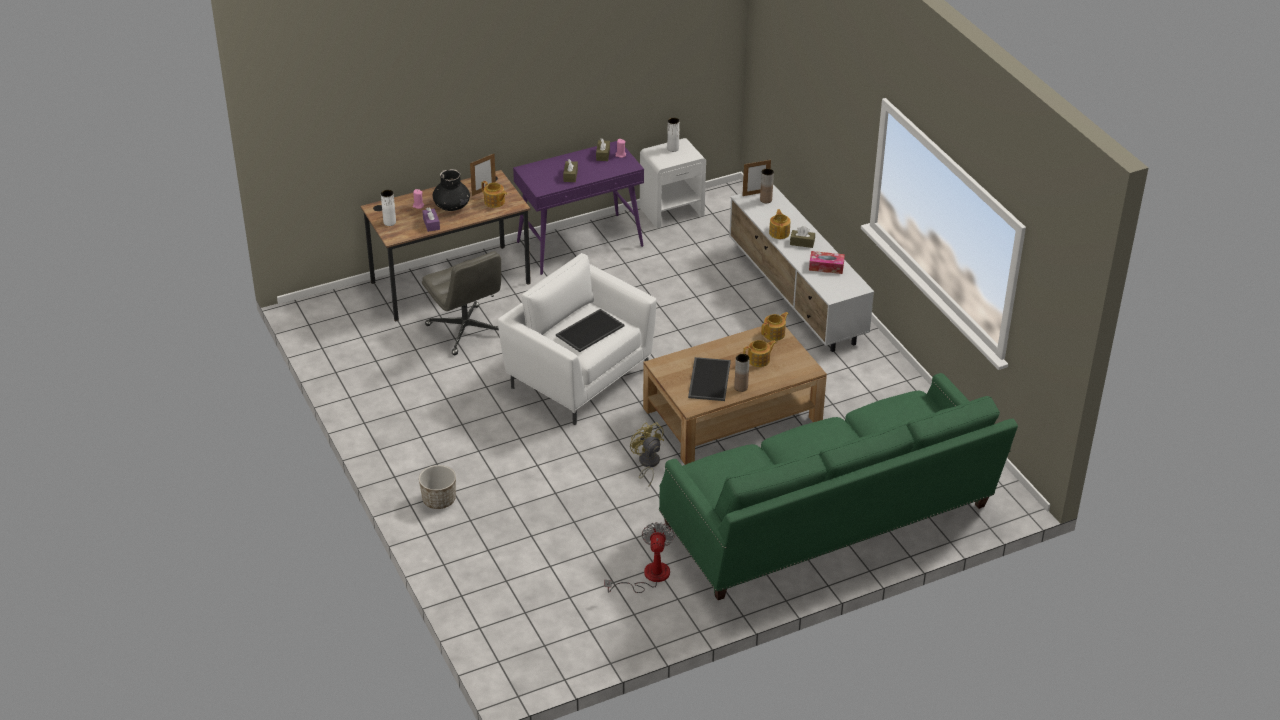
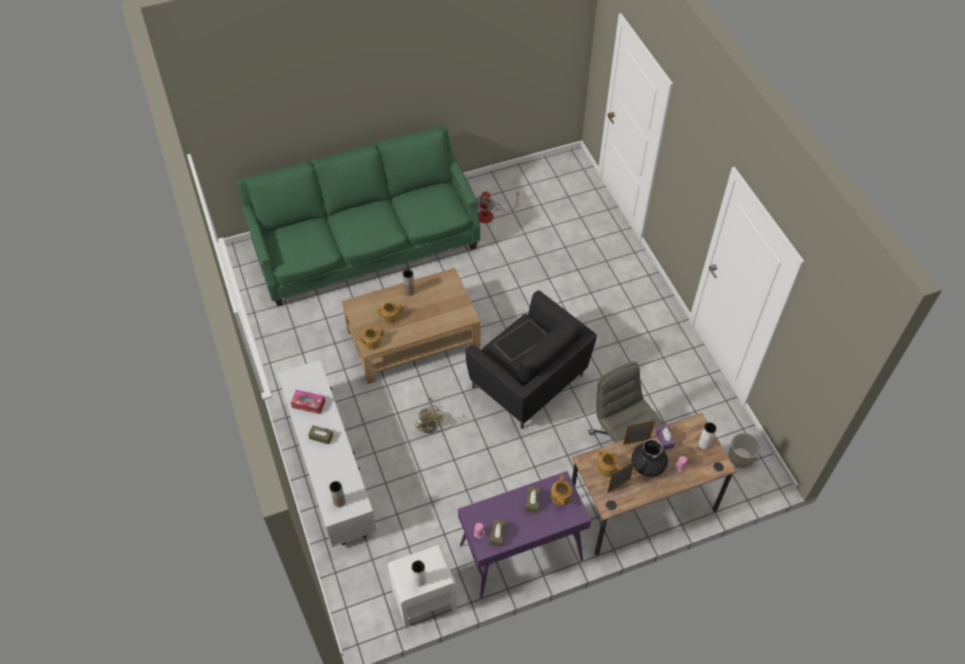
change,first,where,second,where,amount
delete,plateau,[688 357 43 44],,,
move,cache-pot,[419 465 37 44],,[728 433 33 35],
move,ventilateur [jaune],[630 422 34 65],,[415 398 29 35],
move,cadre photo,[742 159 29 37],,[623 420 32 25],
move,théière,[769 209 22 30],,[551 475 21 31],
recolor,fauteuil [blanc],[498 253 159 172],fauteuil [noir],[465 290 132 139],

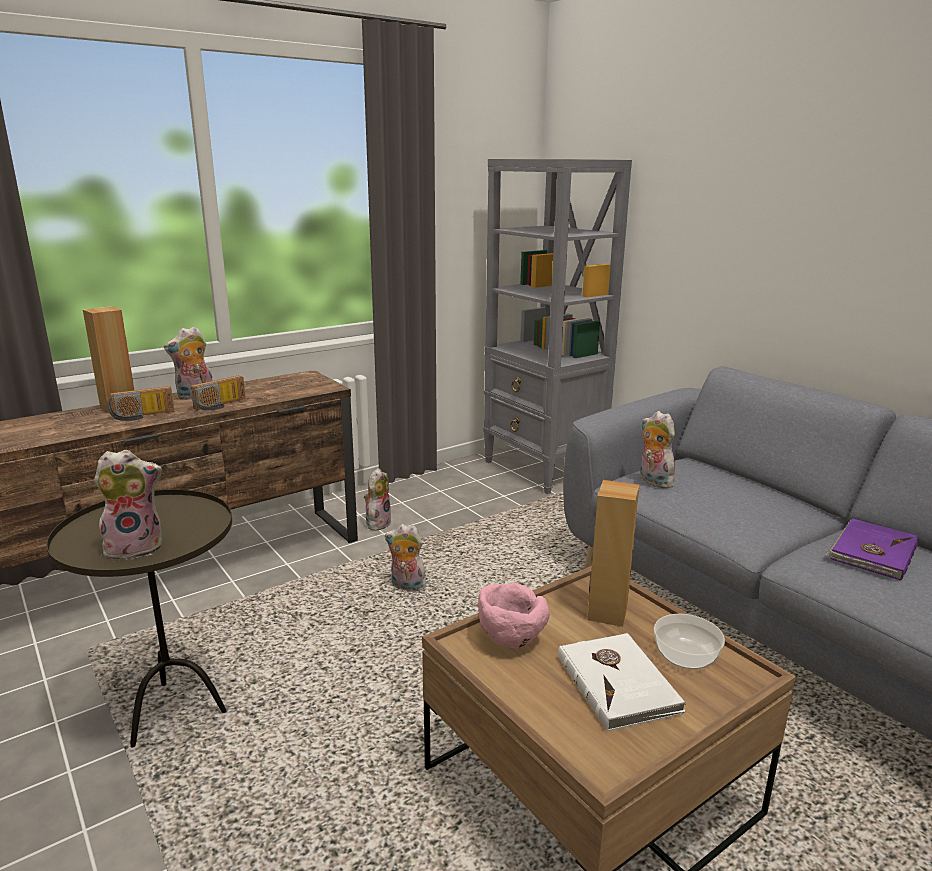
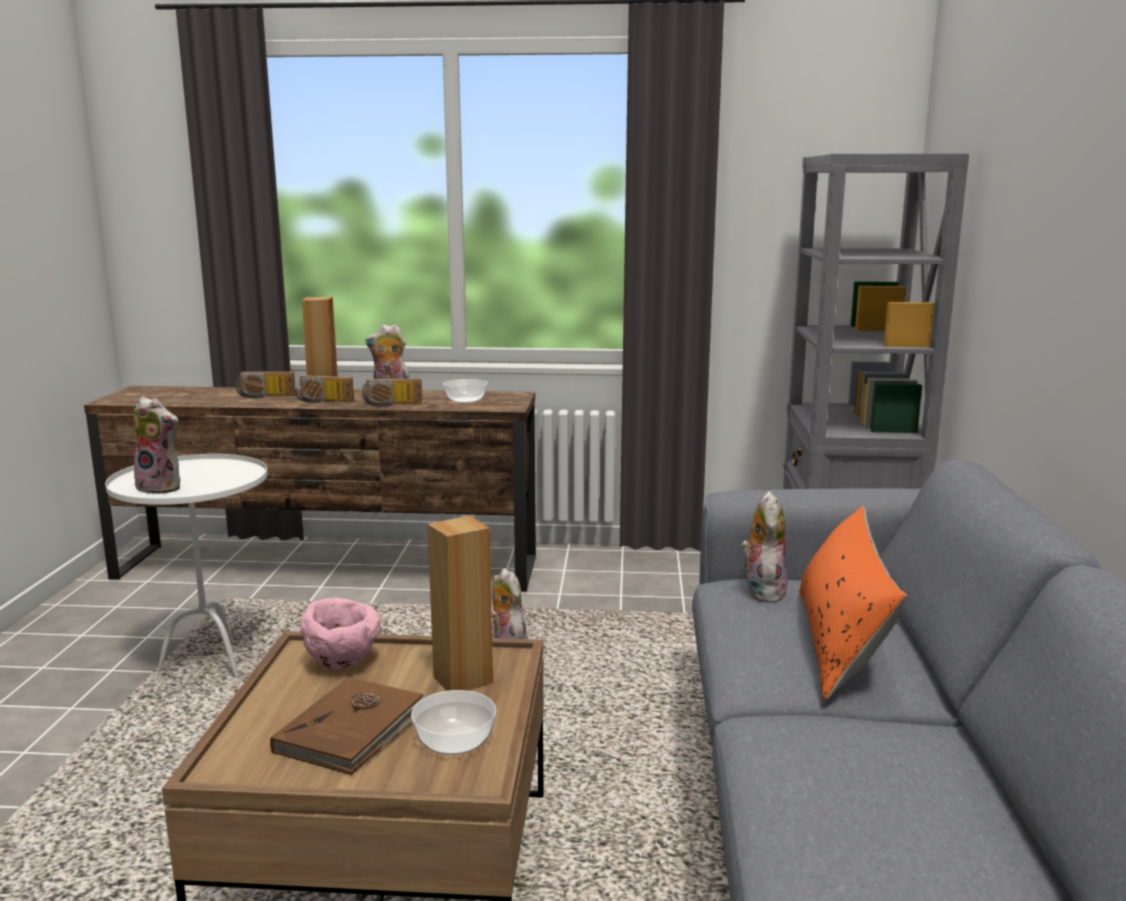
change,first,where,second,where,amount
delete,peluche,[364 468 28 63],,,
delete,livre [violet],[825 518 94 63],,,
insert,,,radio,[236 371 60 27],
insert,,,bol,[443 379 44 24],
insert,,,coussin [orange],[799 506 108 195],
recolor,table d'appoint [marron],[46 489 186 259],table d'appoint [blanc],[105 454 163 224],
recolor,livre [blanc],[558 633 128 99],livre [marron],[270 677 157 98],

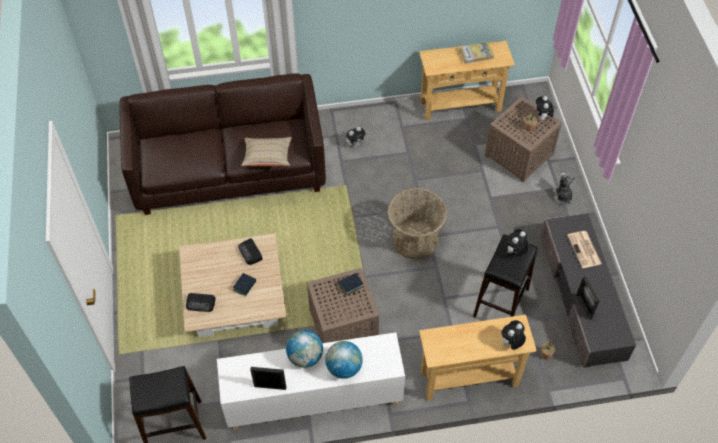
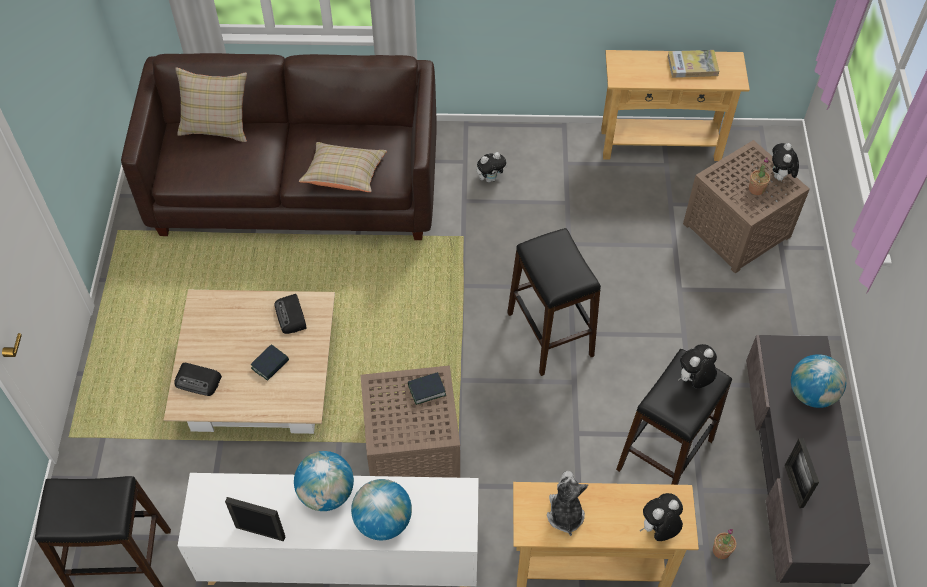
change,first,where,second,where,amount
insert,,,coussin [beige],[175 67 72 75],
move,peluche,[553 173 22 31],,[547 471 41 65],
replace,panier,[387 188 60 72],tabouret [noir],[507 228 94 148],
replace,journal,[567 231 35 37],globe,[791 354 55 54],

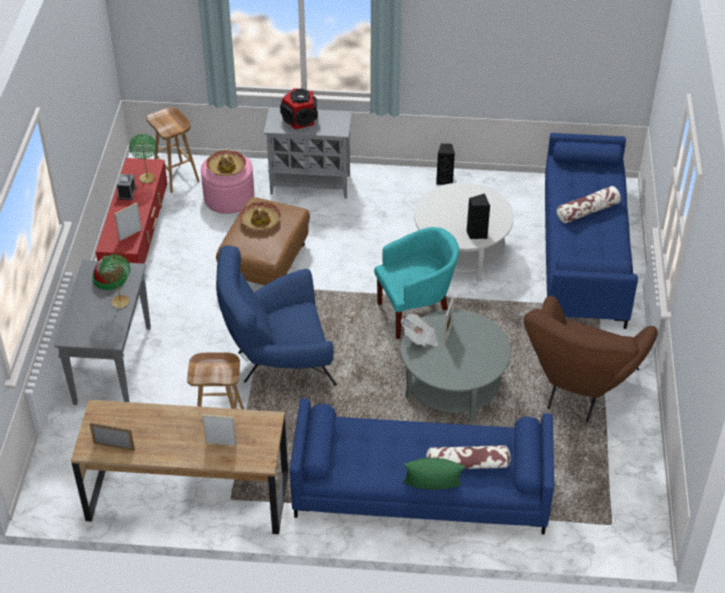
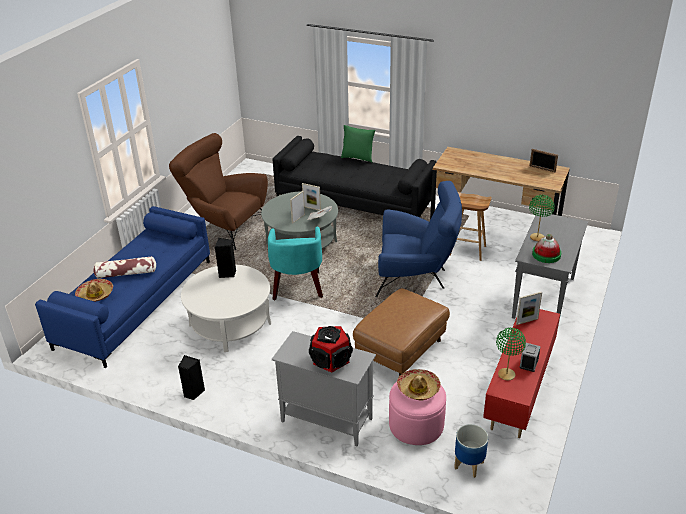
change,first,where,second,where,amount
delete,coussin,[426 445 85 24],,,
move,cadre photo,[202 414 35 32],,[302 183 19 28],
move,chapeau,[239 202 42 29],,[75 279 38 23],
replace,tabouret [marron],[146 108 54 85],cache-pot,[454 424 34 54],
recolor,canapé [bleu],[290 398 264 137],canapé [noir],[272 136 164 82],
rotate,fauteuil [turquoise],[374 227 85 112],,[268 227 55 73],90 degrees counterclockwise
rotate,fauteuil [marron],[524 296 134 126],,[169 133 99 117],105 degrees counterclockwise

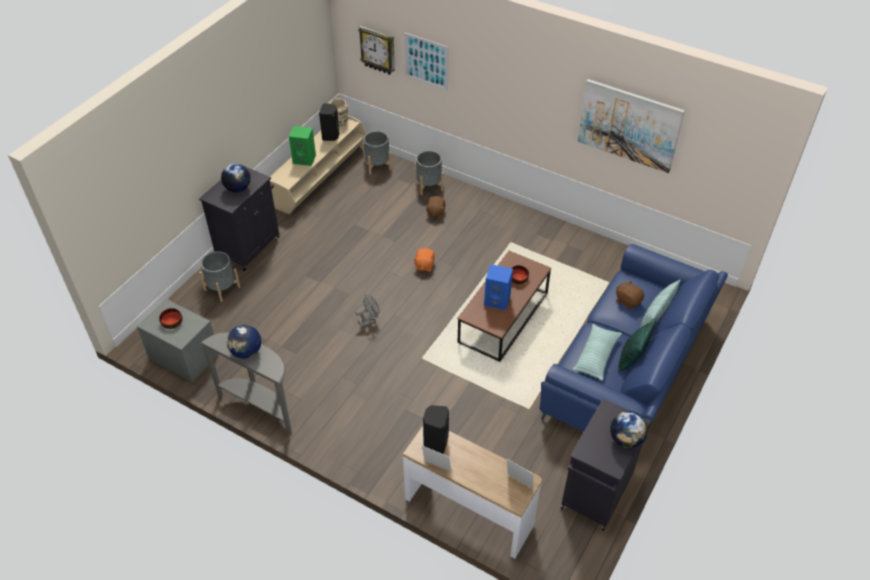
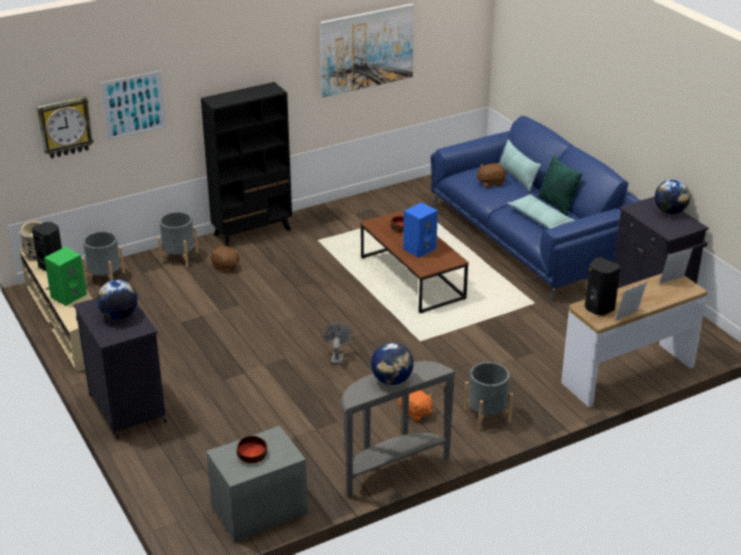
change,first,where,second,where,amount
insert,,,bibliothèque [noir],[201 82 91 165],
move,cache-pot [gris],[199 251 41 51],,[464 362 49 69],
move,peluche [orange],[414 248 21 24],,[398 390 35 32],

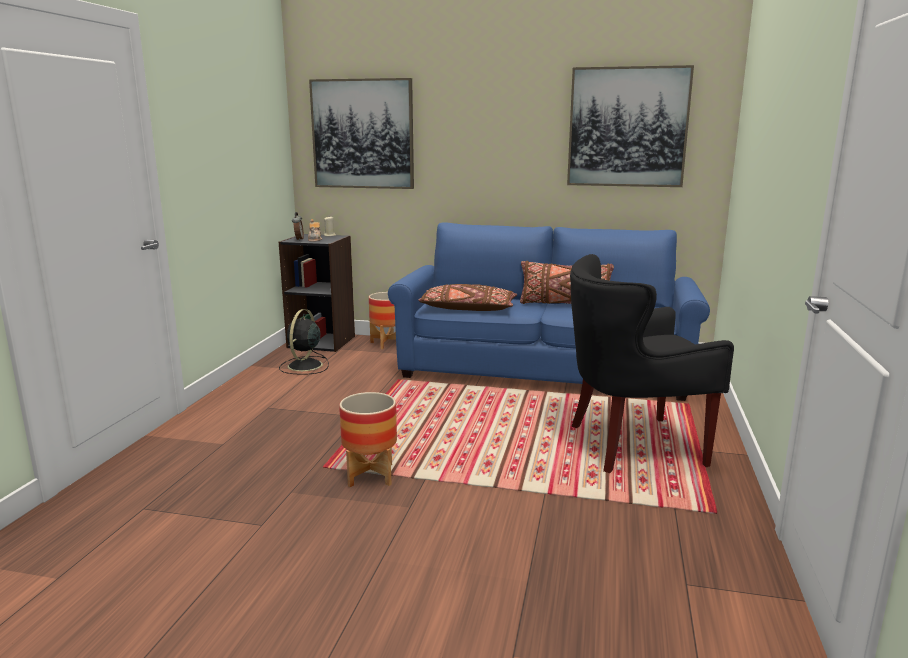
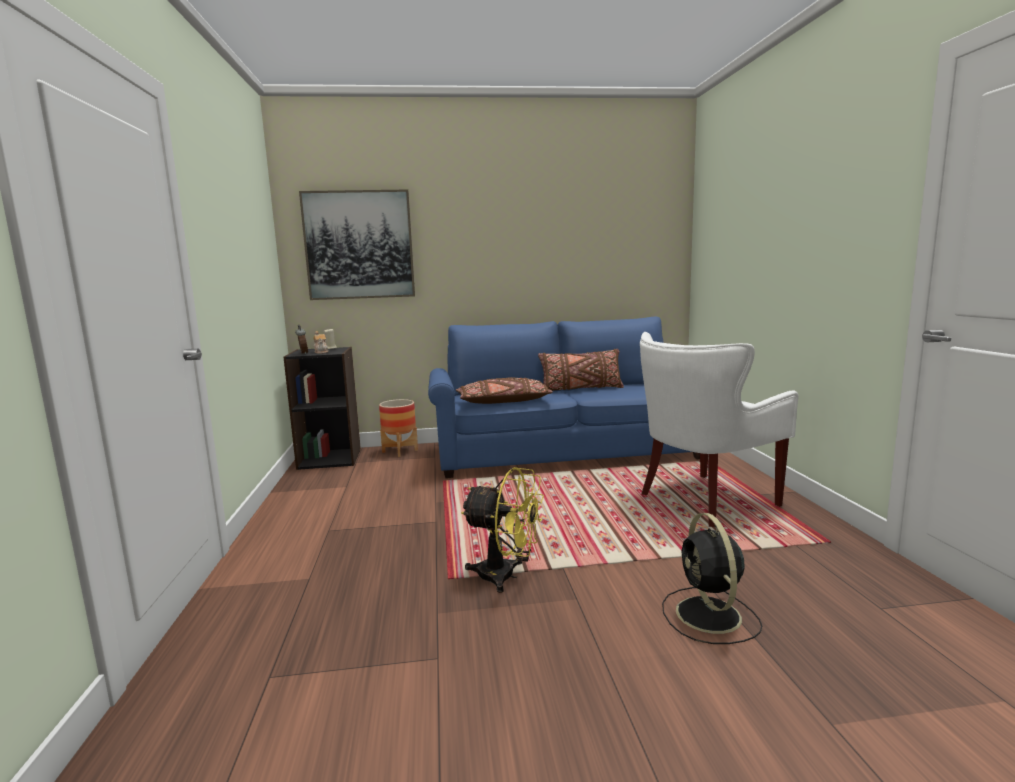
change,first,where,second,where,amount
delete,tableau,[567 65 127 122],,,
move,ventilateur [noir],[279 309 50 66],,[662 513 100 131],
replace,cache-pot,[339 392 58 95],ventilateur [jaune],[461 467 83 126],
recolor,fauteuil [noir],[570 254 164 219],fauteuil [blanc],[640 332 159 195],

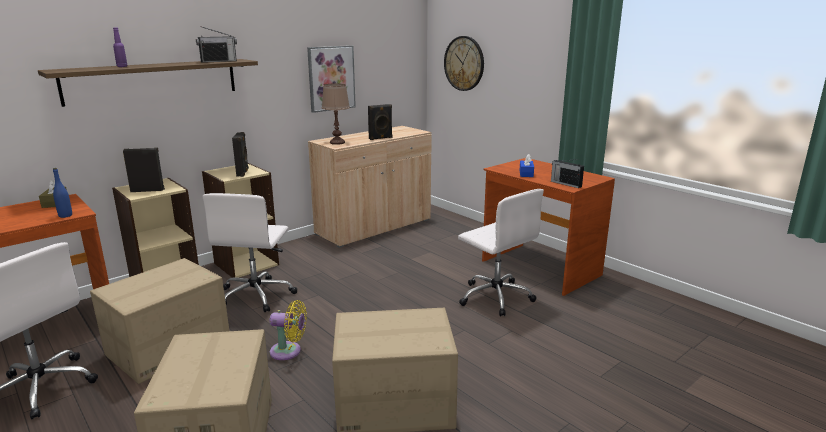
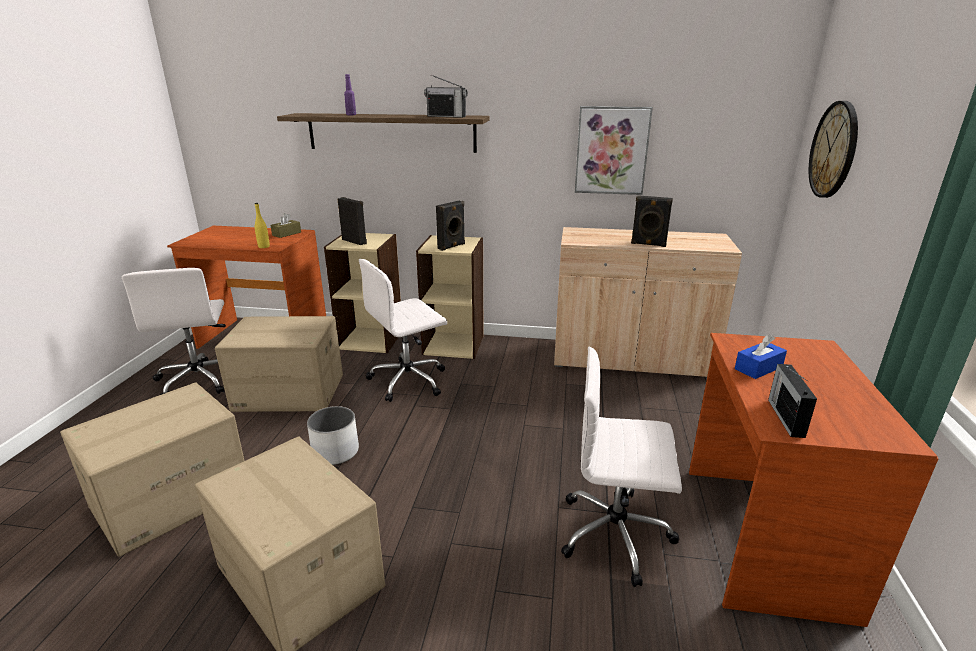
change,first,where,second,where,amount
delete,lampe de table [marron],[322 83 28 62],,,
replace,ventilateur [jaune],[269 300 38 60],cache-pot [blanc],[307 406 52 59],
recolor,bouteille [bleu],[53 168 19 50],bouteille [jaune],[255 203 15 45],
rotate,chaise de bureau [blanc],[458 189 86 127],,[561 347 121 240],90 degrees clockwise

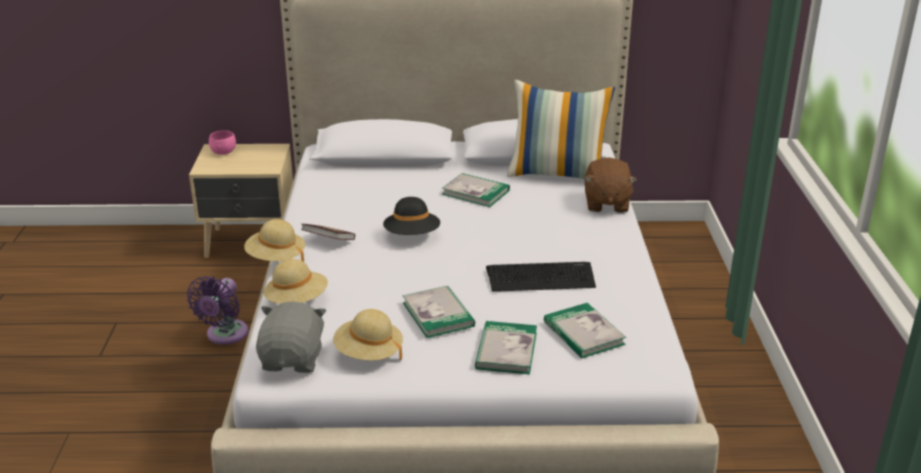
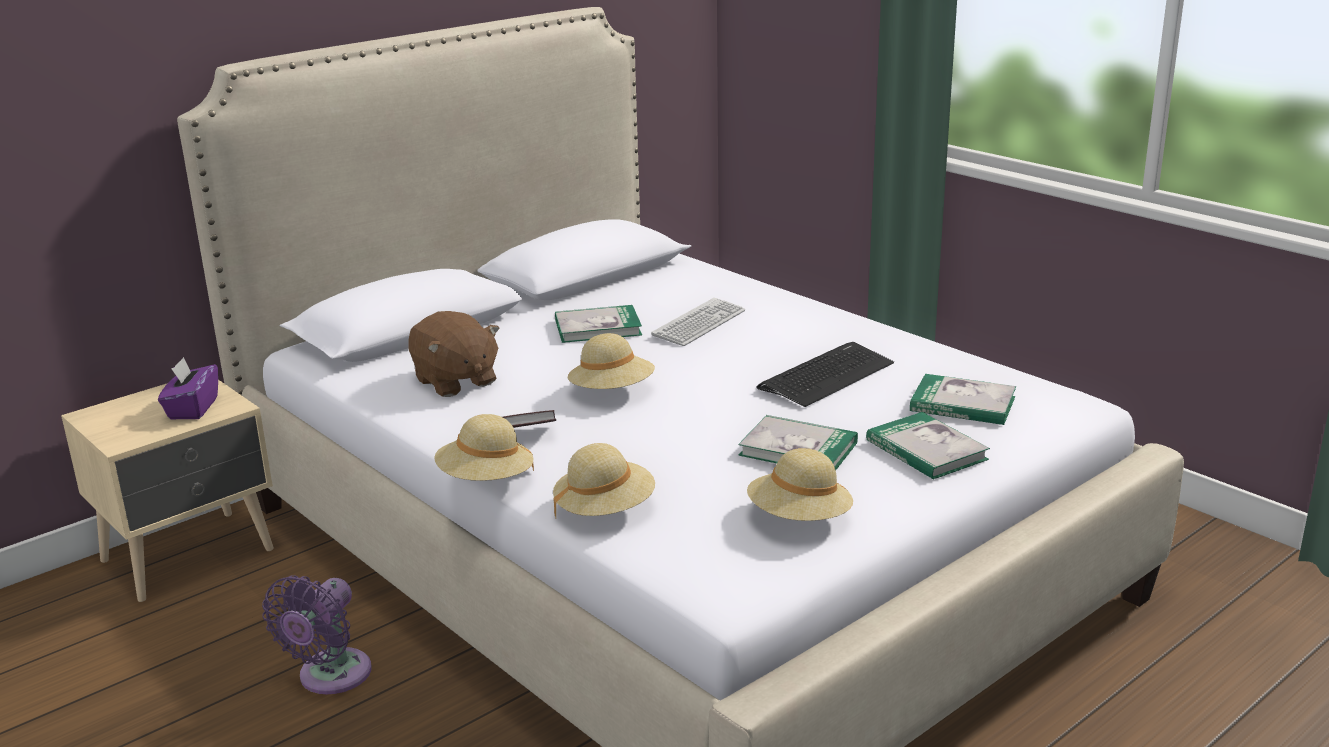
change,first,where,second,where,amount
delete,bol [rose],[209 130 27 25],,,
delete,peluche [gris],[256 301 70 72],,,
delete,coussin,[507 80 108 99],,,
insert,,,boîte à mouchoirs [violet],[158 357 60 62],
insert,,,clavier,[651 298 94 48],
move,peluche [marron],[584 157 53 56],,[408 311 92 86],
recolor,chapeau [noir],[383 197 57 38],chapeau [beige],[568 333 87 56],
rotate,ventilateur [violet],[187 276 62 69],,[262 575 109 119],45 degrees clockwise

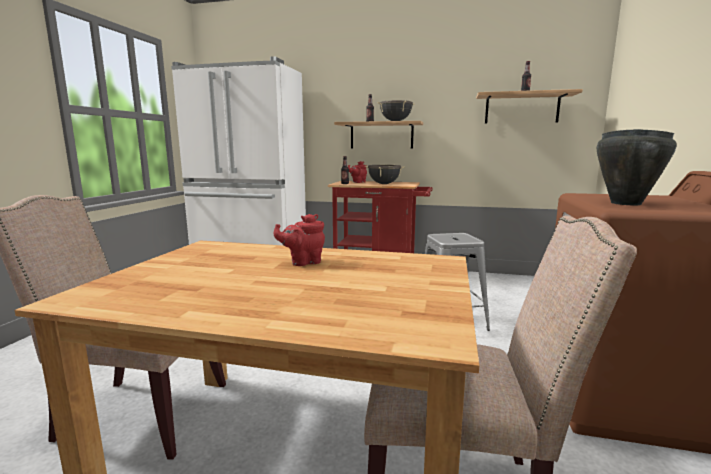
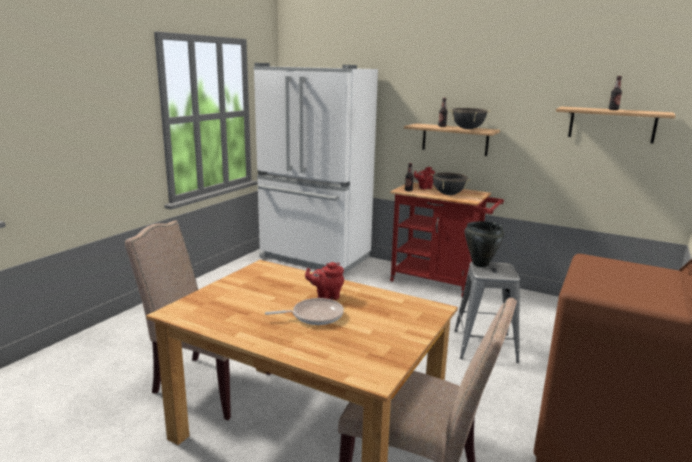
change,first,where,second,where,amount
insert,,,poêle,[265 298 79 27],
move,marmite [noir],[597 129 80 76],,[465 221 39 46],

